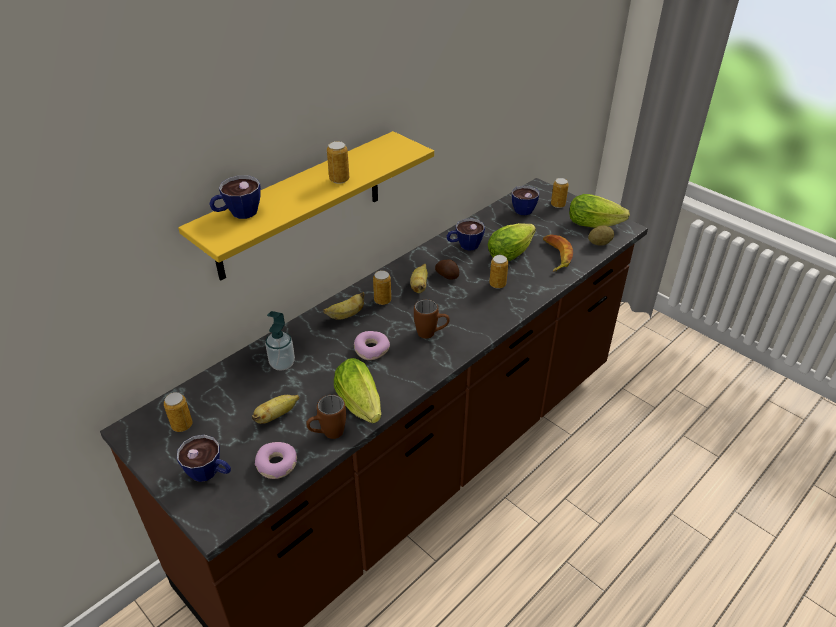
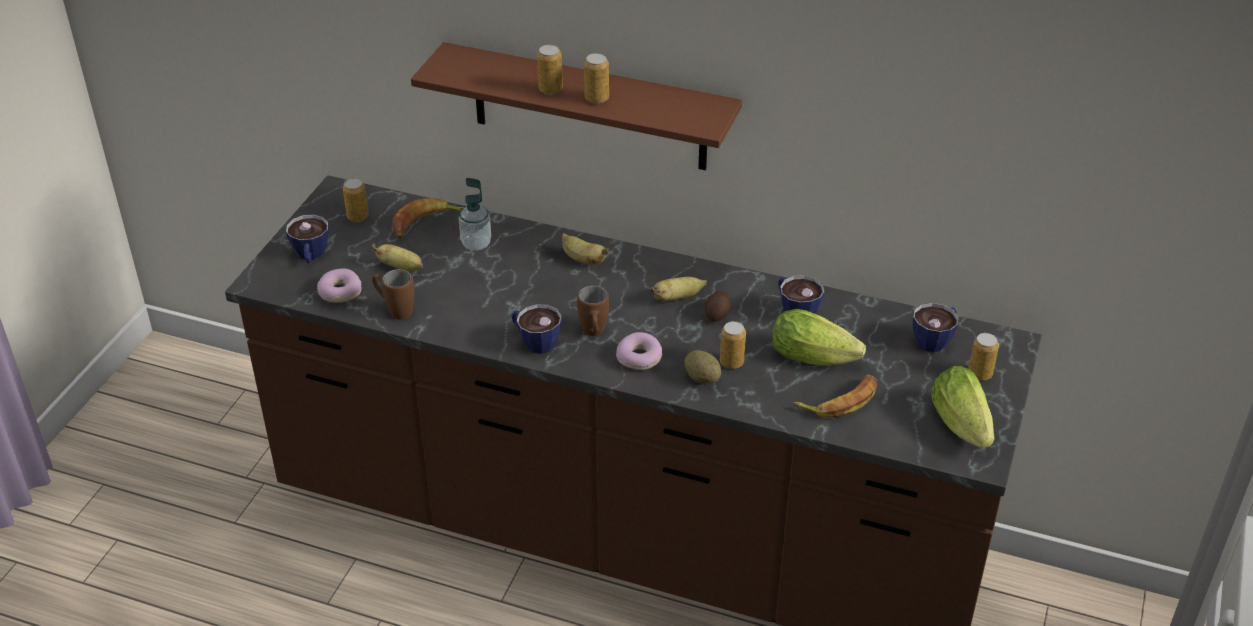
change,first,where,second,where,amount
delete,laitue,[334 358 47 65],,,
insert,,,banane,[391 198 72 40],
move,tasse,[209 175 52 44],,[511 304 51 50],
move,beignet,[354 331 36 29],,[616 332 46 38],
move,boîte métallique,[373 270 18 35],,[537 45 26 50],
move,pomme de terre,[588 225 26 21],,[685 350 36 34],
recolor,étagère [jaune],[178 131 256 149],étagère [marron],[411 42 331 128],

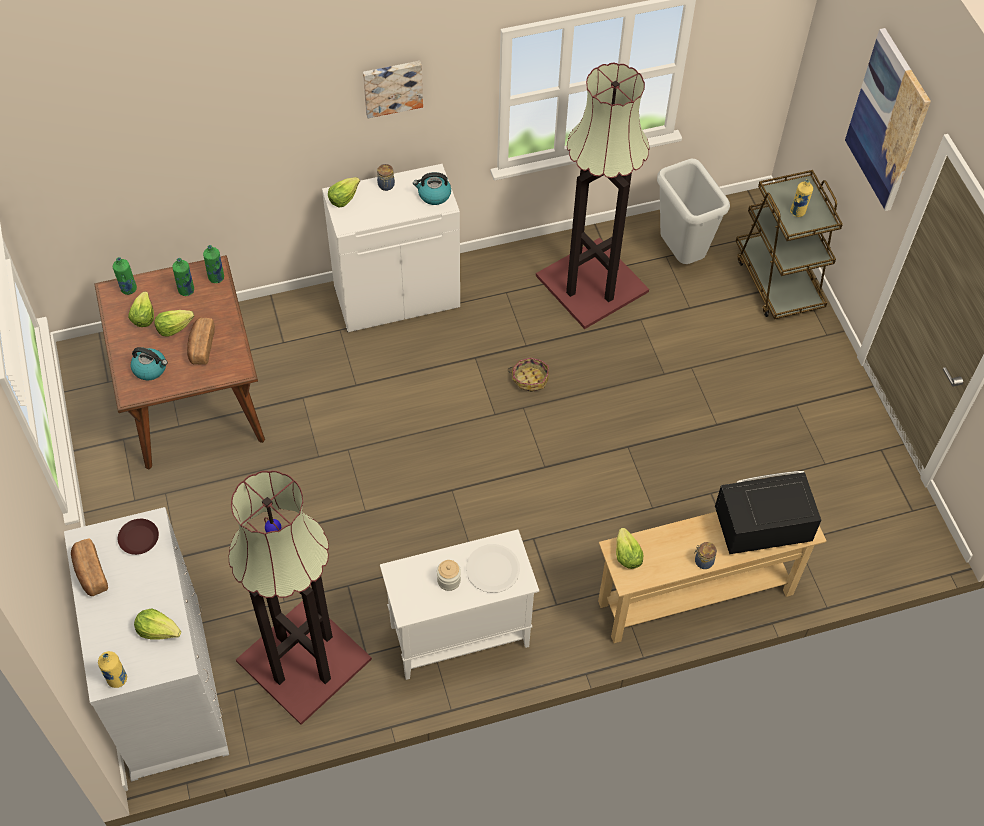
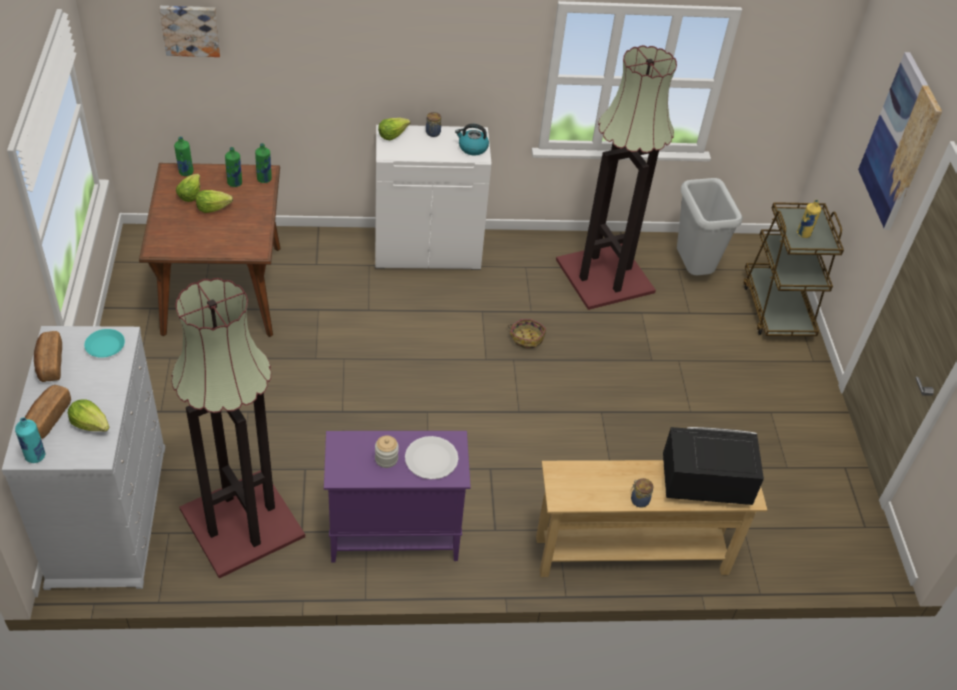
change,first,where,second,where,amount
delete,bouilloire,[131 347 37 33],,,
delete,laitue,[616 528 28 41],,,
move,pain,[187 318 28 47],,[25 385 46 54],
move,tableau,[363 61 60 57],,[159 6 61 51],
recolor,bouteille [jaune],[98 651 29 37],bouteille [turquoise],[15 417 30 46],
recolor,assiette [marron],[118 519 41 36],assiette [turquoise],[84 329 41 29],
recolor,meuble de rangement [blanc],[380 529 159 151],meuble de rangement [violet],[324 431 147 131],

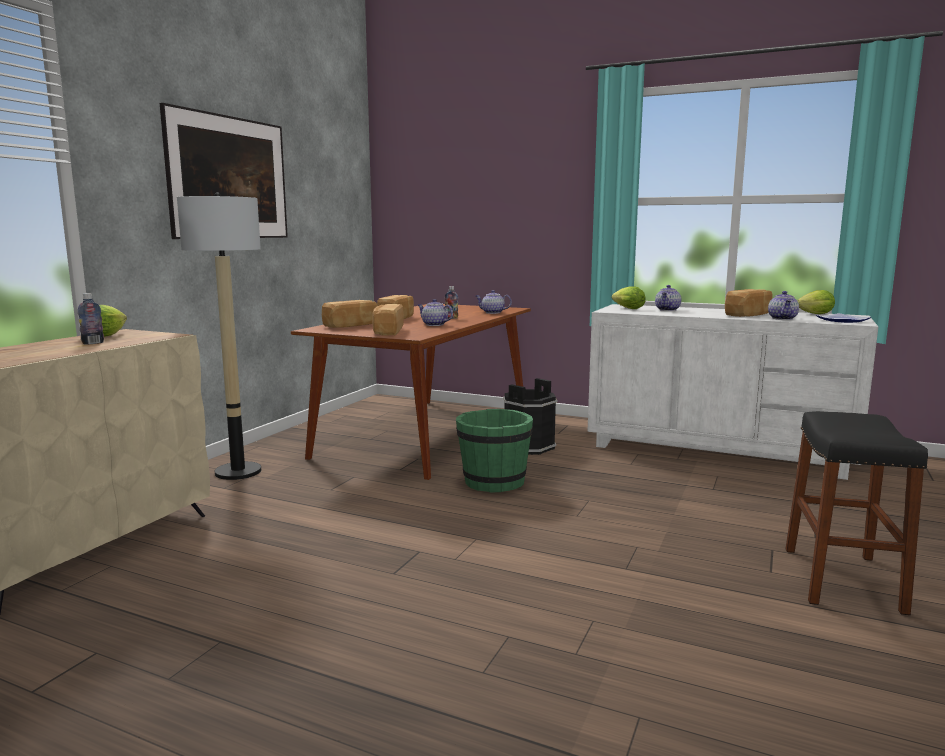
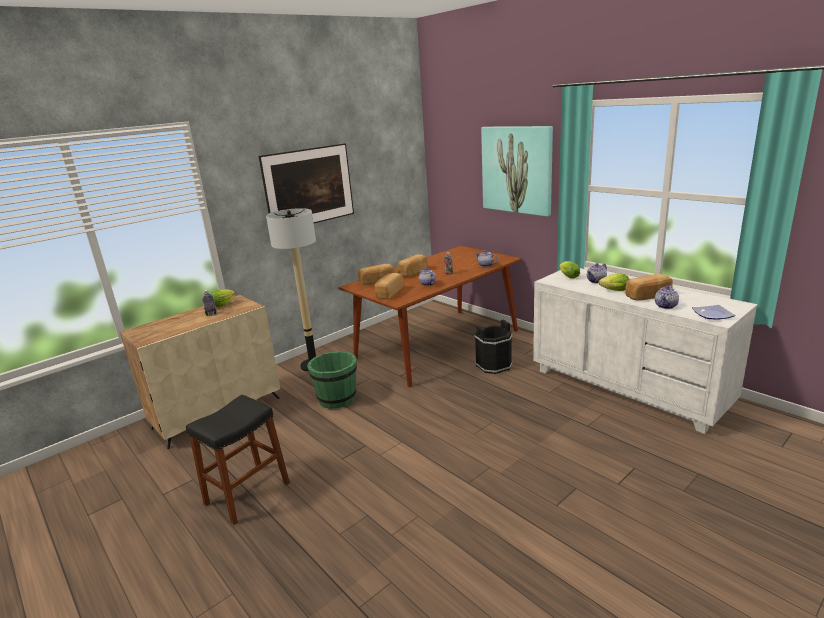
change,first,where,second,where,amount
insert,,,tableau,[481 126 72 91],
move,seau [vert],[456 409 77 84],,[307 351 50 58],
move,tabouret [noir],[786 411 142 204],,[186 395 104 130],
move,laitue,[797 290 38 24],,[598 274 31 17],

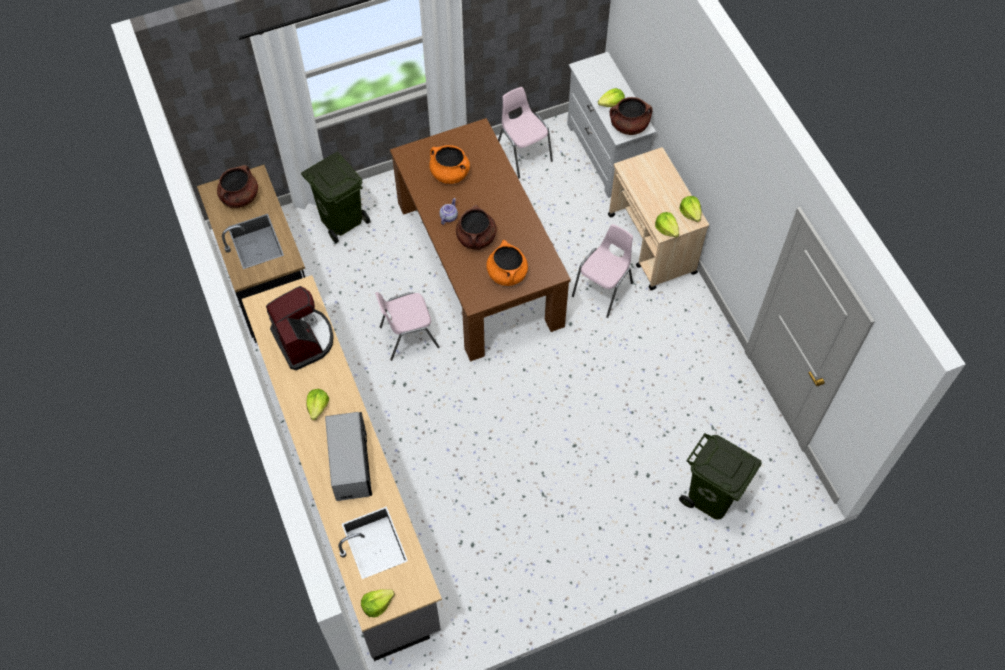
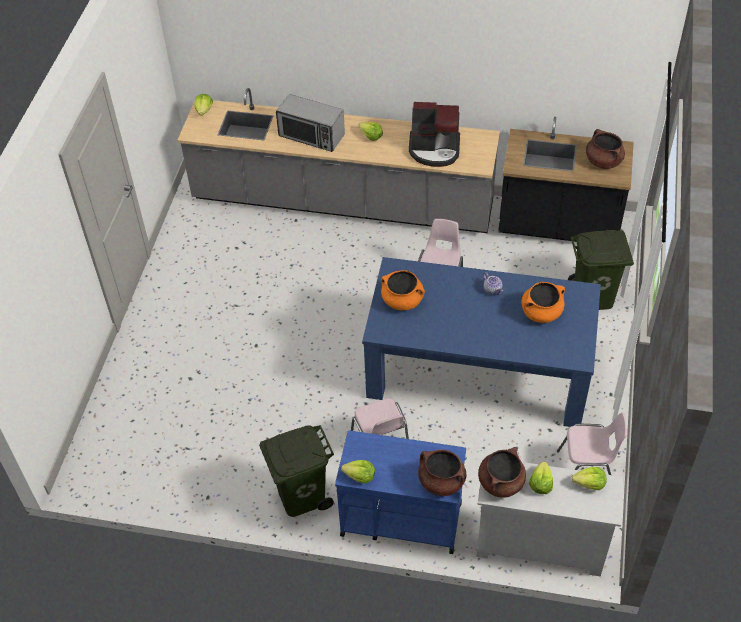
change,first,where,second,where,amount
move,marmite [marron],[456 205 40 45],,[418 450 48 46],
move,laitue,[655 212 24 26],,[571 467 36 23],
move,poubelle [vert],[679 433 83 87],,[259 425 75 92],
recolor,table à manger [marron],[390 118 181 244],table à manger [bleu],[362 257 239 170],
recolor,chariot [beige],[608 147 101 143],chariot [bleu],[335 430 131 124],

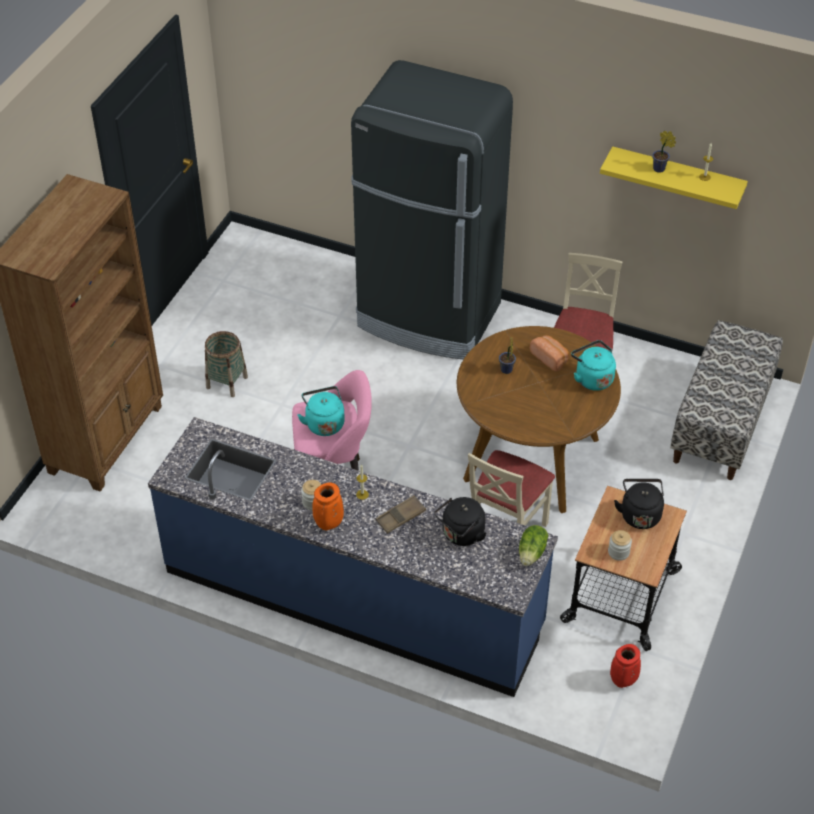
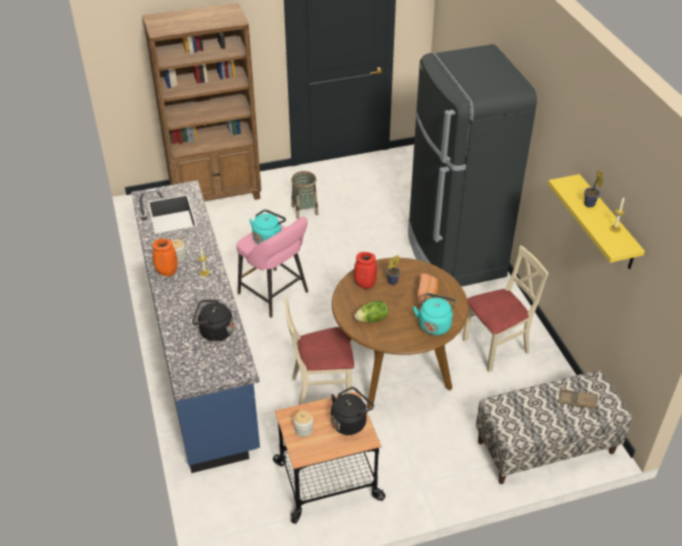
change,first,where,second,where,amount
move,plateau [marron],[376 495 50 39],,[558 389 40 20],
move,laitue,[519 525 29 41],,[354 301 35 22],
move,vase [rouge],[610 644 31 44],,[354 252 23 37],

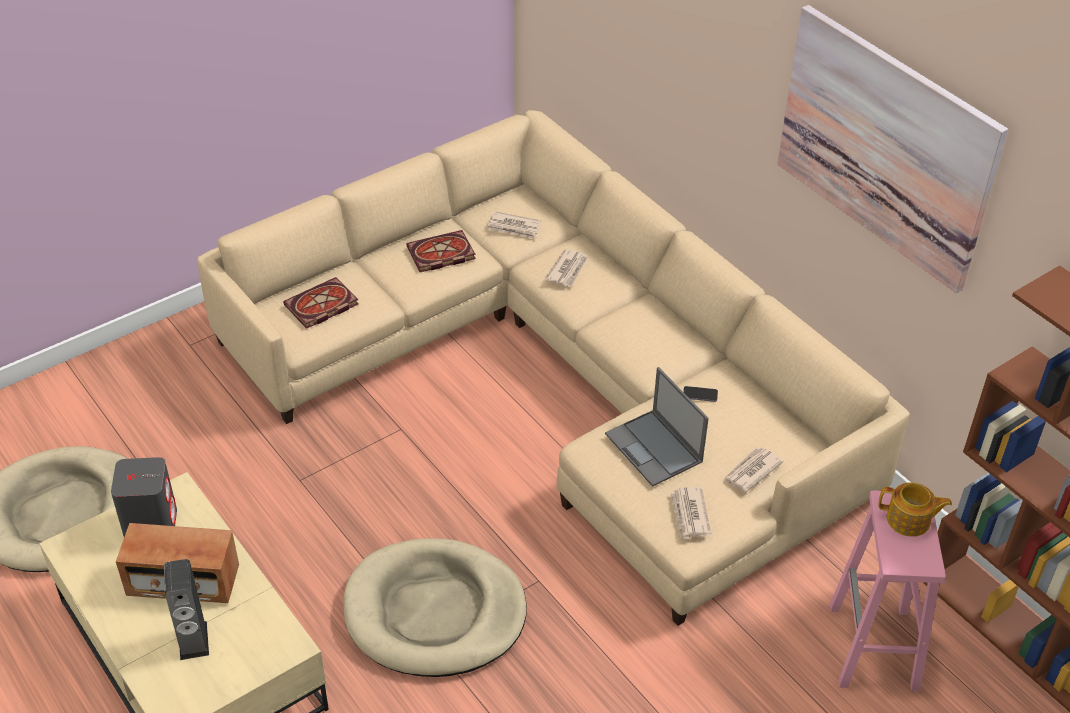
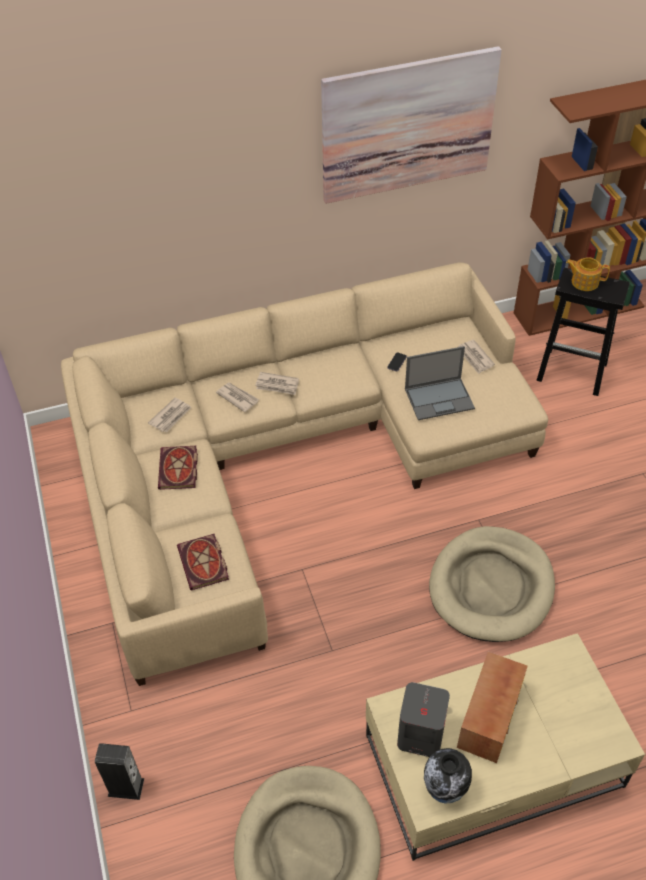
change,first,where,second,where,amount
insert,,,vase,[424 748 48 56],
move,enceinte,[164 559 45 101],,[95 743 49 57],
move,journal,[670 487 41 53],,[255 372 44 23],
recolor,tabouret [rose],[830 490 116 201],tabouret [noir],[536 268 94 128],
rotate,théière,[879 483 73 54],,[566 257 44 34],105 degrees counterclockwise

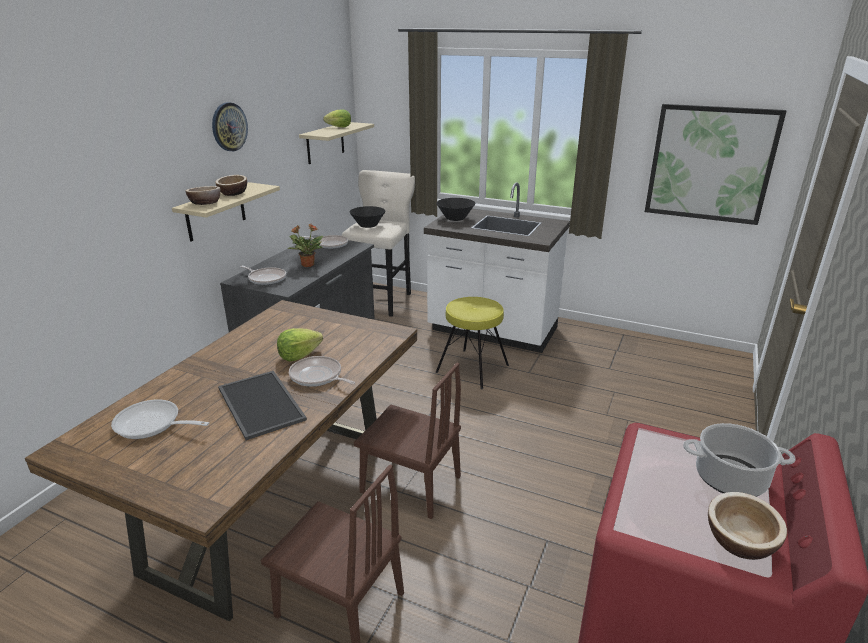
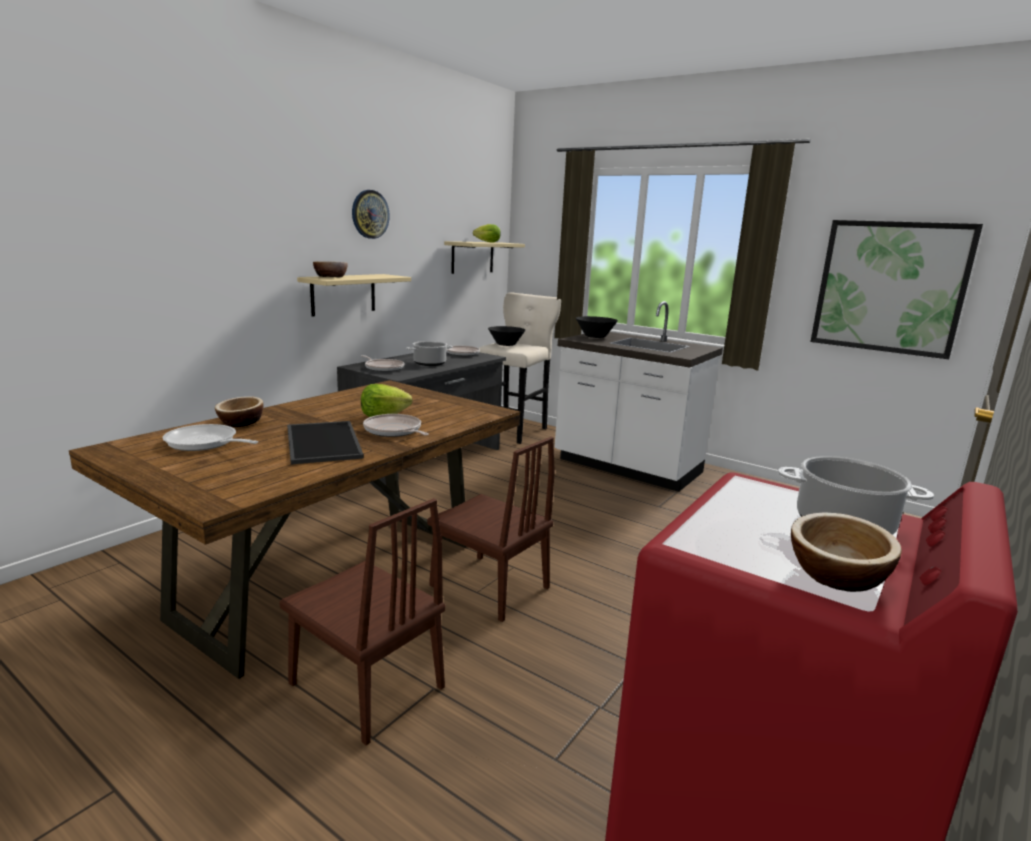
change,first,where,second,where,amount
delete,tabouret [jaune],[436 297 73 92],,,
move,bol,[215 175 32 21],,[215 396 48 31],
replace,plante en pot,[287 224 36 43],marmite,[406 341 47 25],

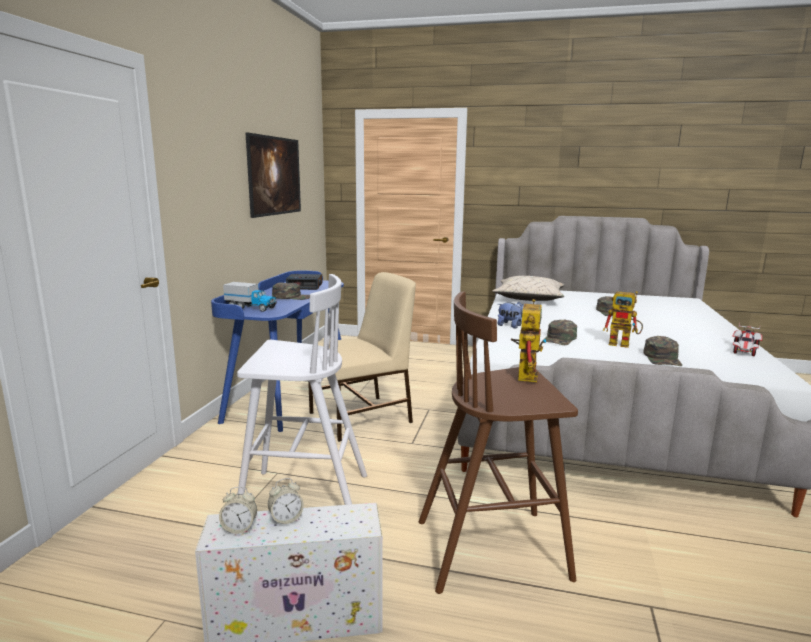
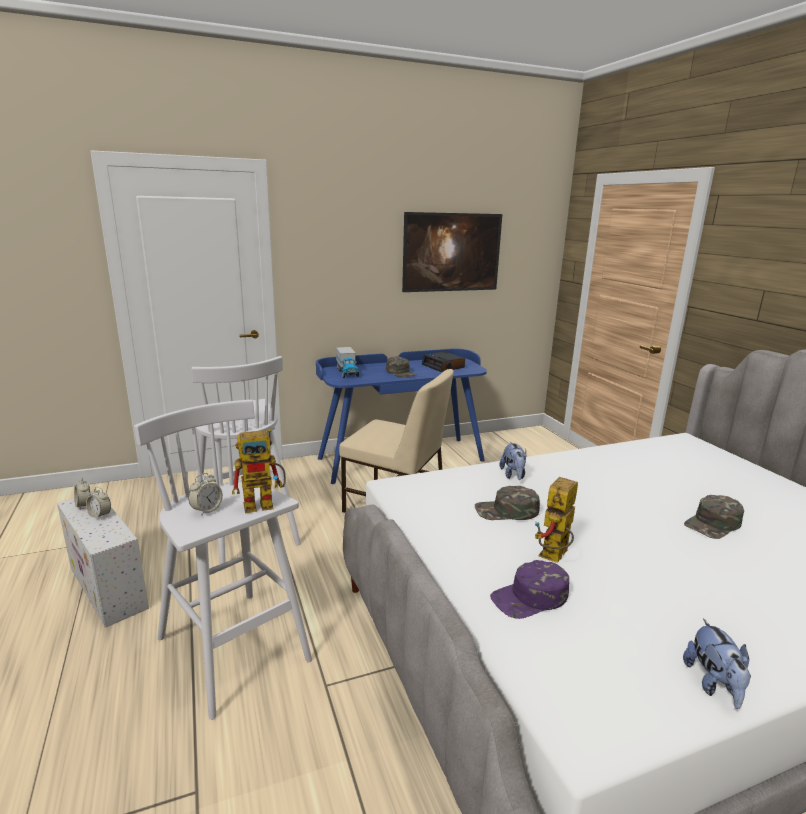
change,first,where,second,where,amount
delete,coussin [beige],[492 276 73 25],,,
insert,,,réveil,[188 473 35 42],
replace,petite voiture,[733 323 29 33],peluche,[683 618 68 91],
recolor,tabouret [marron],[419 292 159 302],tabouret [blanc],[134 400 178 320],
recolor,casquette [vert],[644 336 38 30],casquette [violet],[490 560 79 59],
rotate,robot jouet,[603 291 40 57],,[535 477 43 86],45 degrees clockwise

